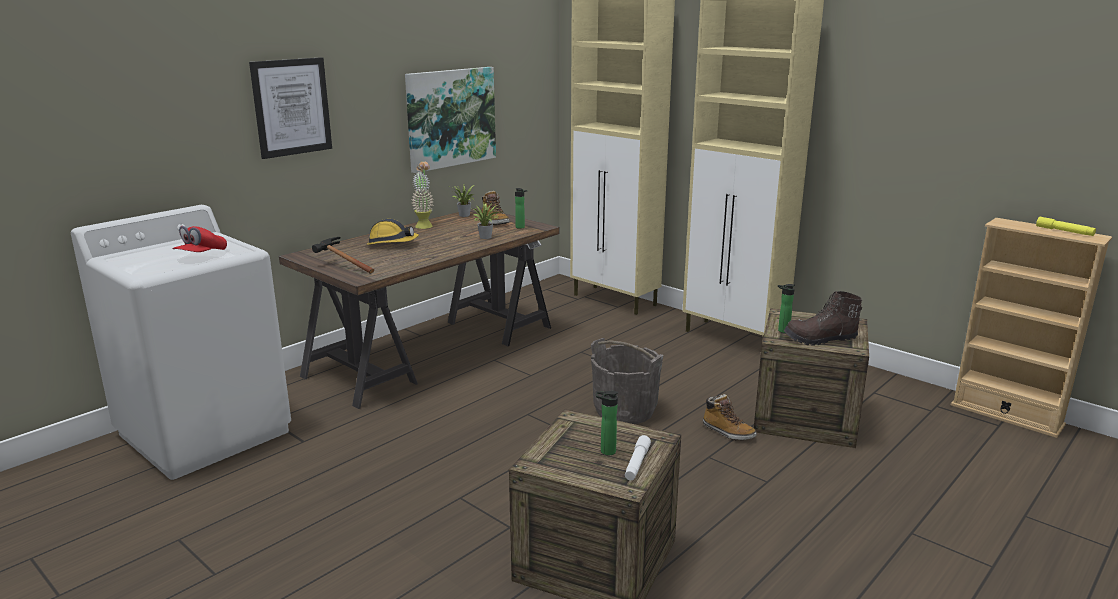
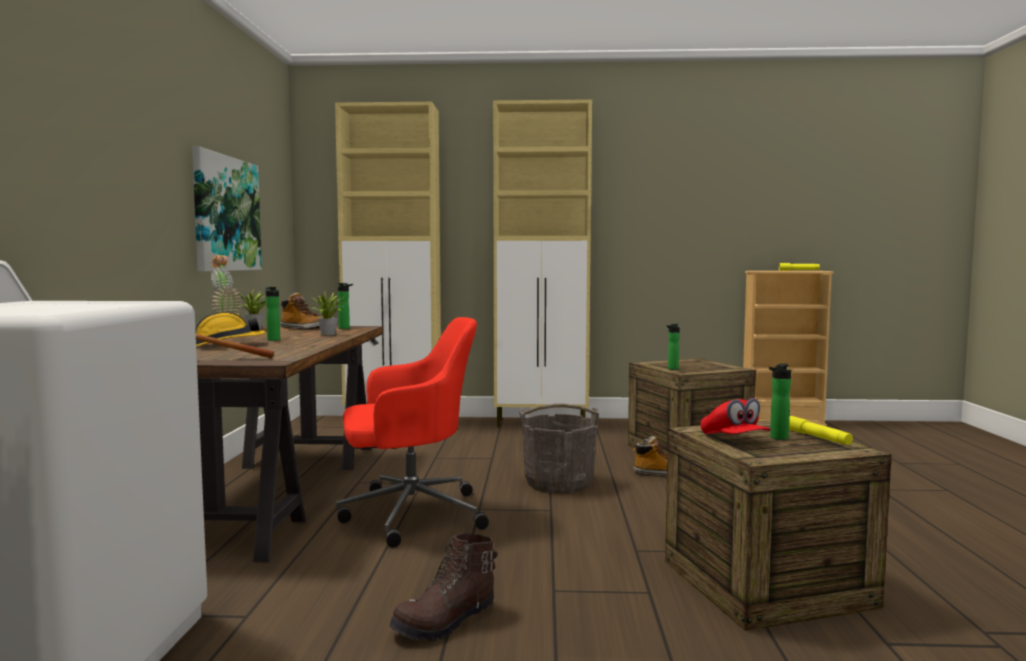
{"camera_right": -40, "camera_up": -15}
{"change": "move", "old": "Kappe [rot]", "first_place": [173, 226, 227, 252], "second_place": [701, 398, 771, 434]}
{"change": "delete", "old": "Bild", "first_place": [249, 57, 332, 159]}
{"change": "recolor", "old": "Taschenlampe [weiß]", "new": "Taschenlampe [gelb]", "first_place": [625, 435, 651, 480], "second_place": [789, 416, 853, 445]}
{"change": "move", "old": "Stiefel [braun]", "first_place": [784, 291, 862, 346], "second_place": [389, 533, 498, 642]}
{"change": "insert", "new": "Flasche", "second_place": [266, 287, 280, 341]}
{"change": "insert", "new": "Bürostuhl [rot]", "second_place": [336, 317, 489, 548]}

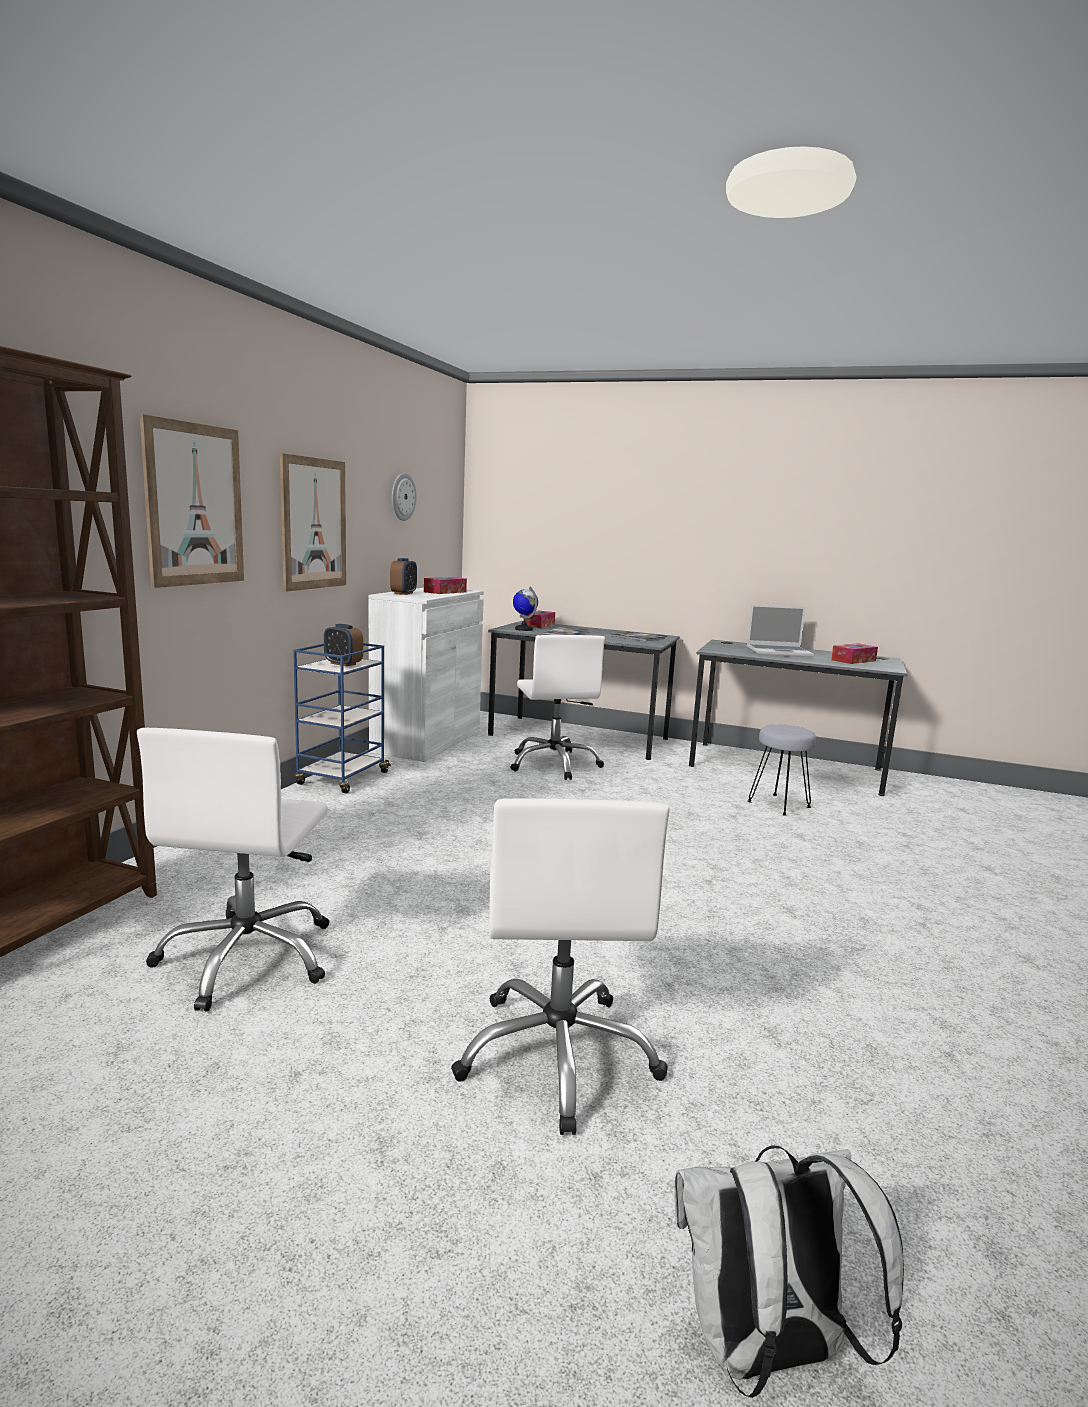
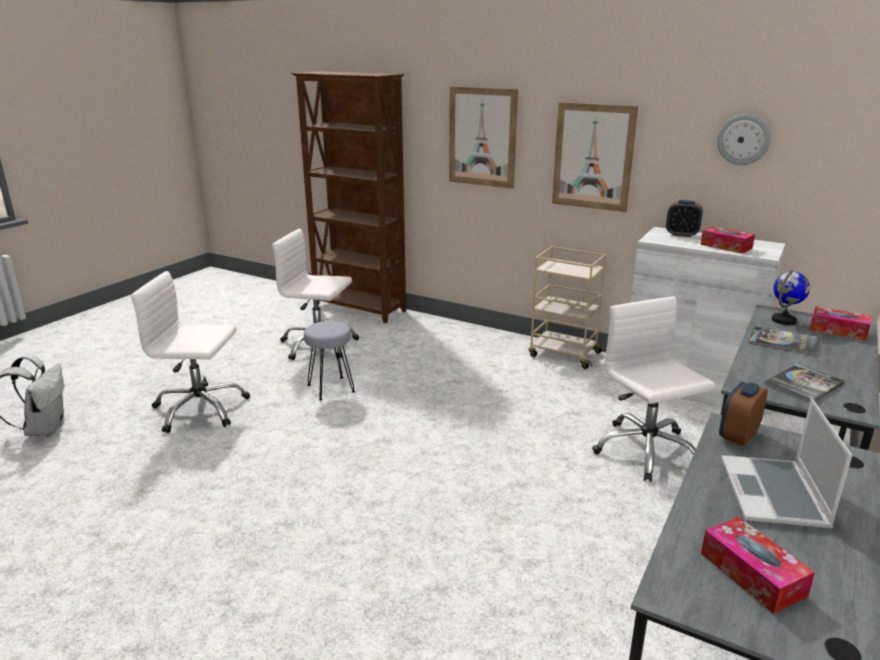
{"camera_right": 100, "camera_up": 10}
{"change": "recolor", "old": "Rollwagen [blau]", "new": "Rollwagen [beige]", "first_place": [293, 643, 391, 793], "second_place": [529, 246, 606, 369]}
{"change": "move", "old": "Wecker", "first_place": [324, 624, 363, 666], "second_place": [719, 382, 768, 446]}
{"change": "rotate", "old": "Bürostuhl [weiß]", "first_place": [510, 635, 605, 780], "second_place": [592, 296, 716, 482], "degrees": 75}
{"change": "move", "old": "Hocker [grau]", "first_place": [748, 724, 816, 816], "second_place": [304, 321, 355, 400]}

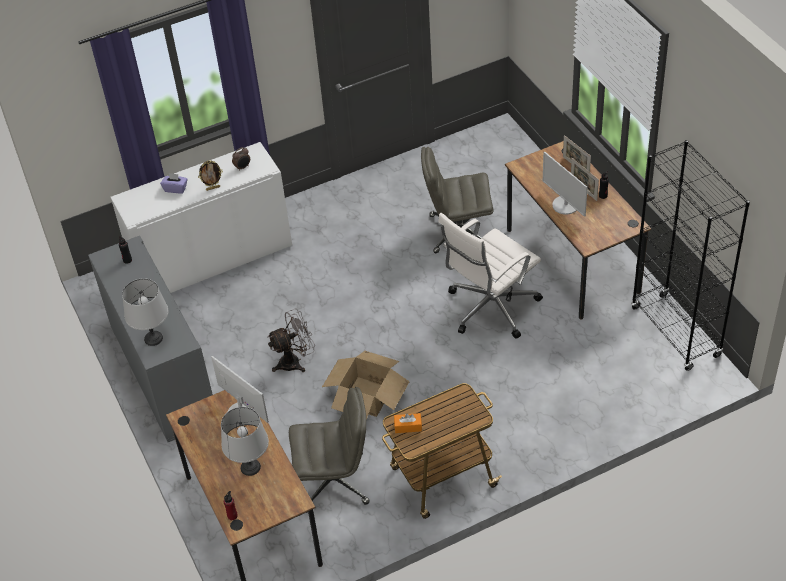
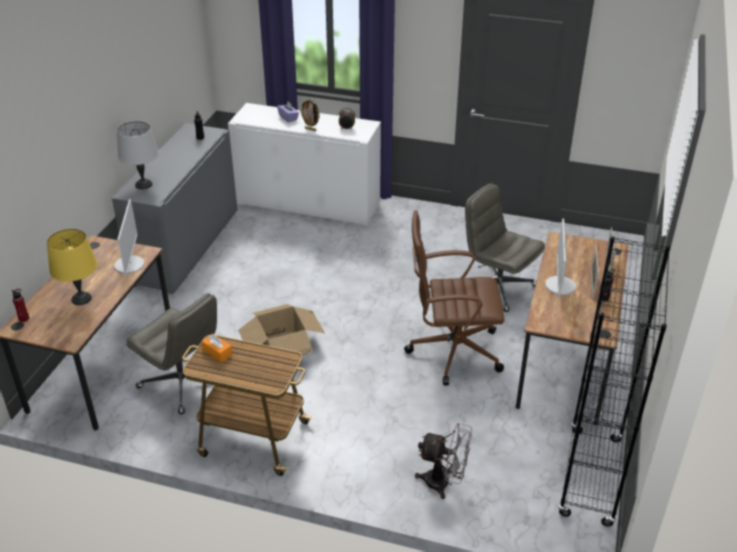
{"camera_right": 40, "camera_up": -10}
{"change": "recolor", "old": "Tischlampe [grau]", "new": "Tischlampe [gelb]", "first_place": [221, 407, 269, 476], "second_place": [47, 229, 97, 305]}
{"change": "move", "old": "Ventilator [grau]", "first_place": [268, 308, 315, 372], "second_place": [415, 423, 472, 499]}
{"change": "recolor", "old": "Bürostuhl [weiß]", "new": "Bürostuhl [braun]", "first_place": [439, 213, 543, 339], "second_place": [404, 210, 504, 385]}

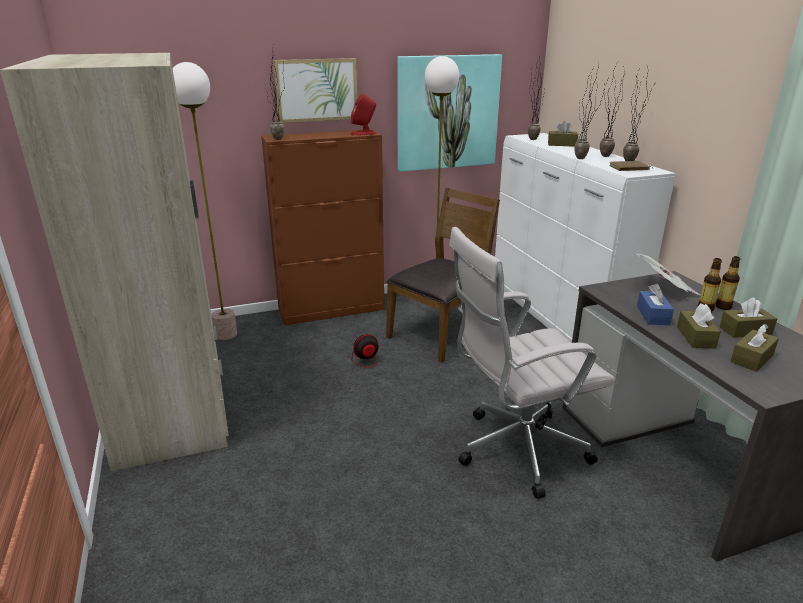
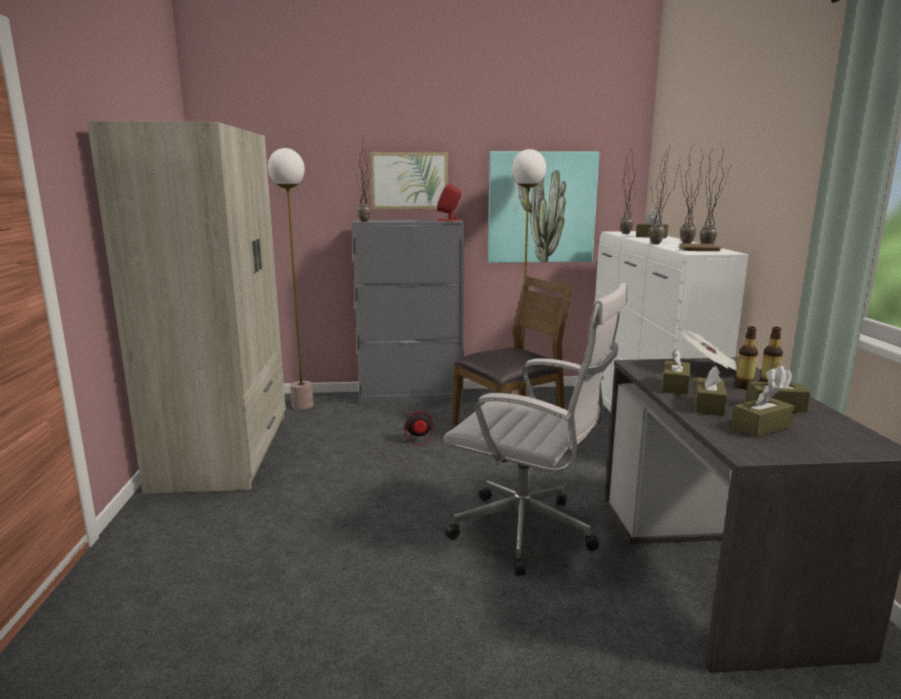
{"camera_right": 15, "camera_up": -10}
{"change": "recolor", "old": "Schrank [braun]", "new": "Schrank [grau]", "first_place": [261, 129, 384, 326], "second_place": [352, 220, 465, 404]}
{"change": "rotate", "old": "Bürostuhl [weiß]", "first_place": [449, 227, 615, 499], "second_place": [444, 283, 627, 576], "degrees": -150}
{"change": "recolor", "old": "Taschentuchbox [blau]", "new": "Taschentuchbox [braun]", "first_place": [637, 284, 674, 325], "second_place": [662, 349, 690, 395]}

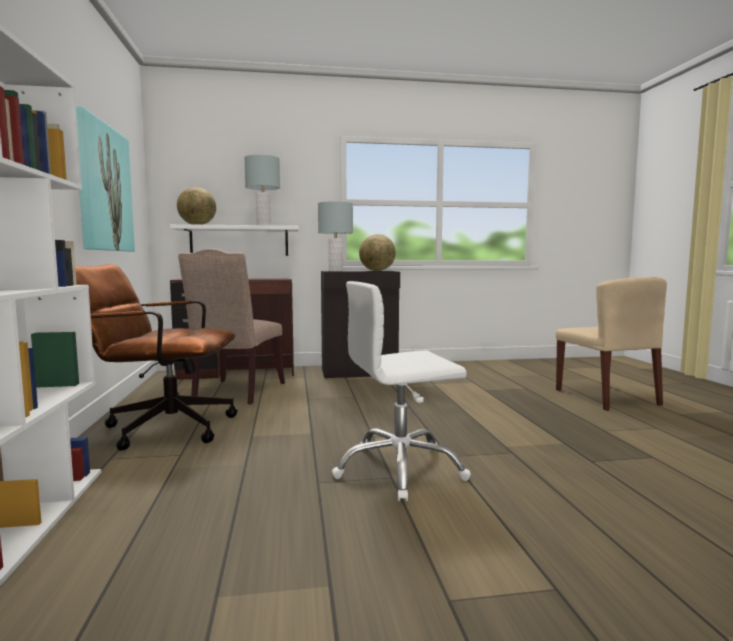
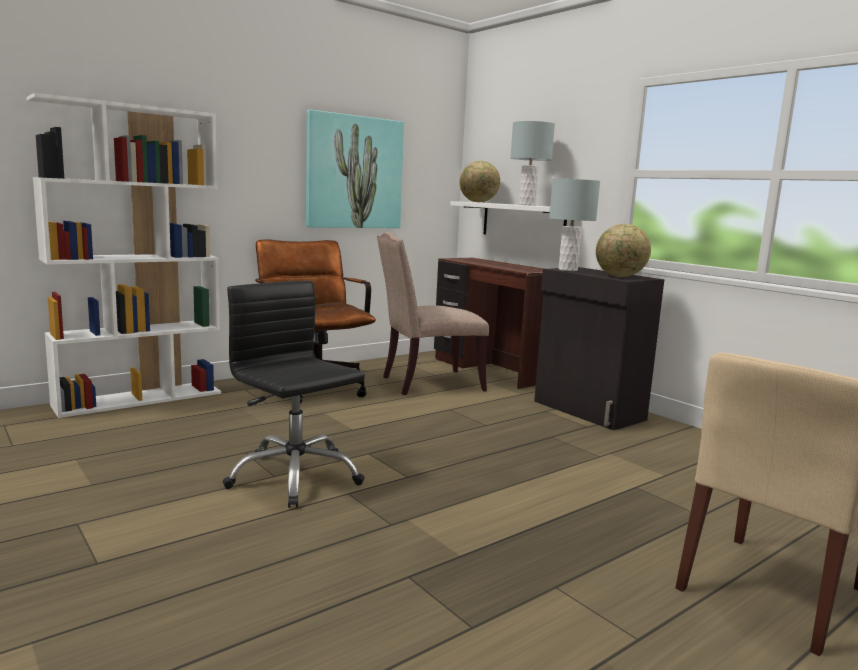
{"camera_right": 60, "camera_up": 5}
{"change": "recolor", "old": "Bürostuhl [weiß]", "new": "Bürostuhl [schwarz]", "first_place": [332, 281, 471, 502], "second_place": [223, 281, 365, 508]}

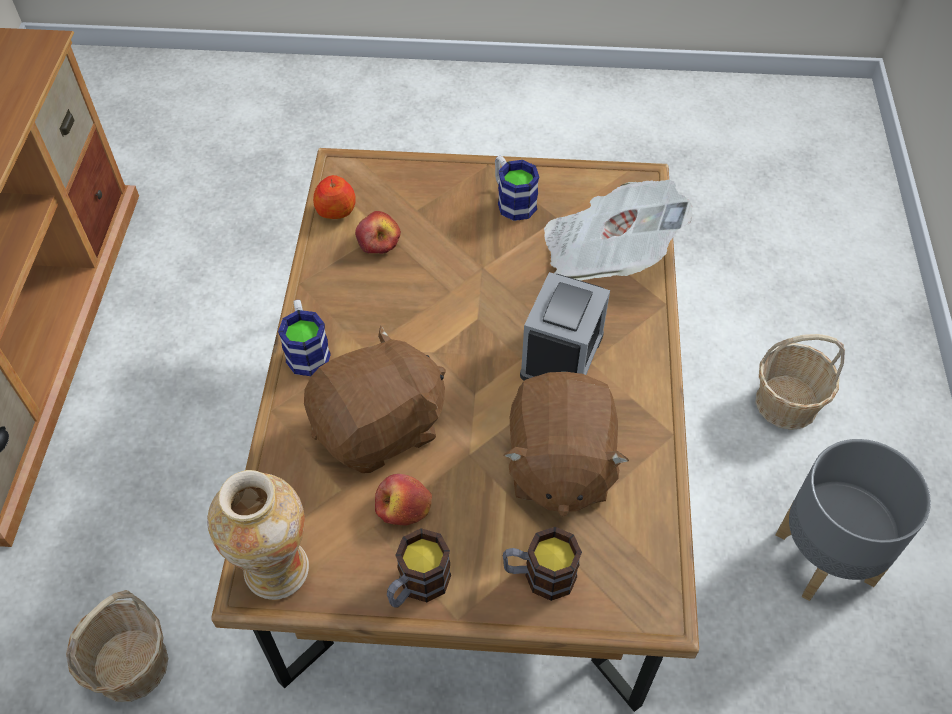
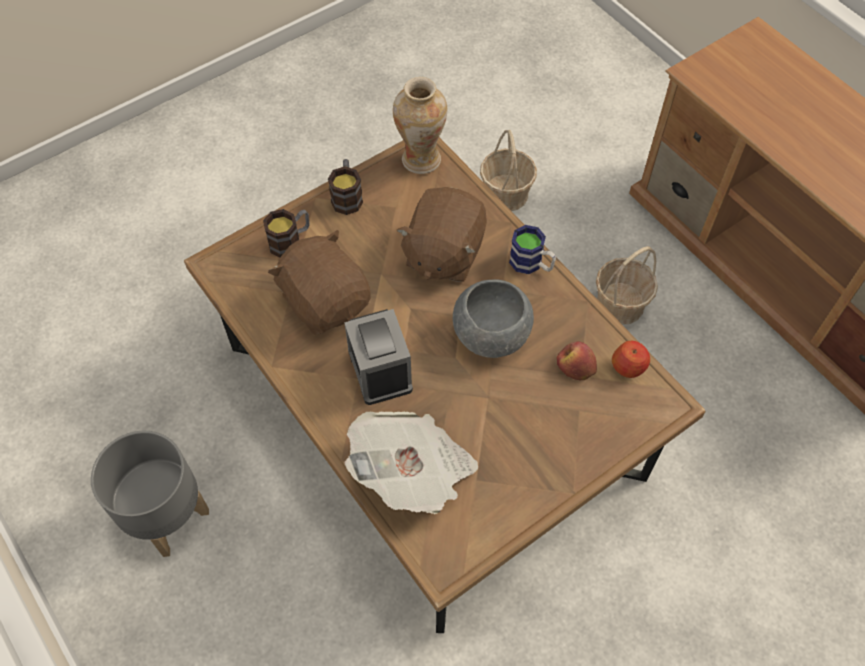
{"camera_right": 140, "camera_up": 5}
{"change": "delete", "old": "Apfel", "first_place": [375, 474, 432, 526]}
{"change": "delete", "old": "Henkelbecher", "first_place": [495, 156, 539, 221]}
{"change": "move", "old": "Korb", "first_place": [755, 334, 845, 430], "second_place": [596, 246, 658, 325]}
{"change": "insert", "new": "Schüssel [grau]", "second_place": [453, 279, 534, 358]}

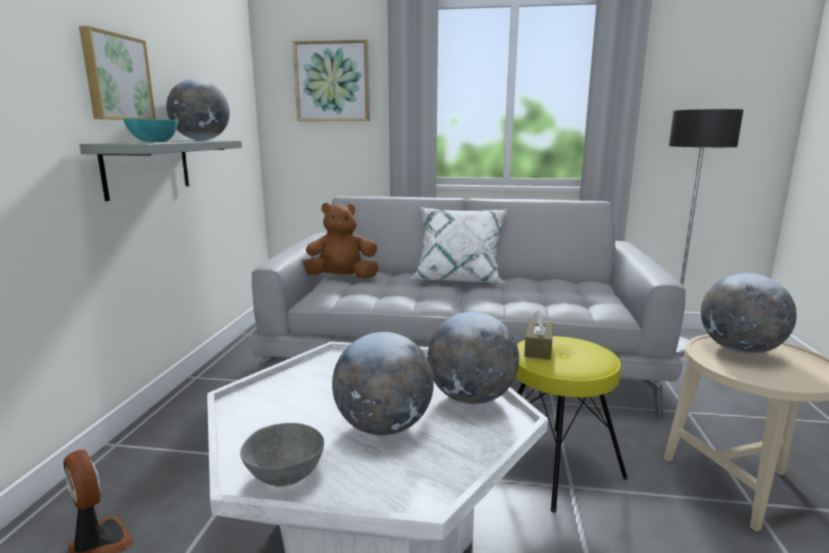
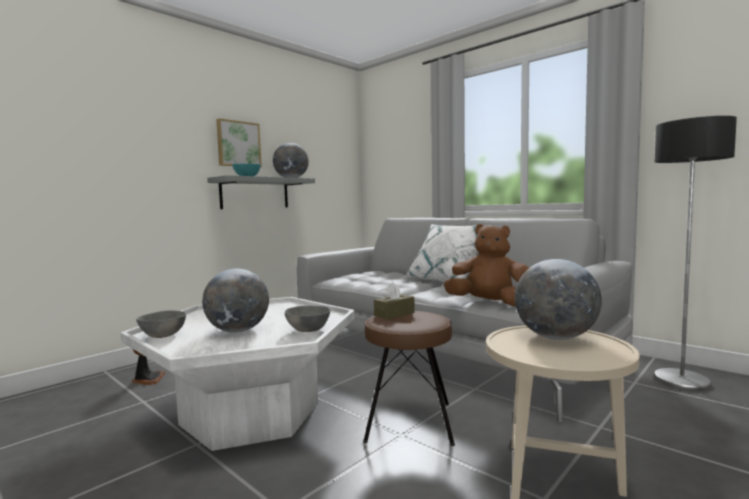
{"camera_right": 35, "camera_up": -10}
{"change": "delete", "old": "Bild", "first_place": [293, 39, 370, 121]}
{"change": "move", "old": "Plüschtier [braun]", "first_place": [303, 203, 379, 279], "second_place": [443, 224, 529, 306]}
{"change": "replace", "old": "Globus", "new": "Schüssel [grau]", "first_place": [427, 312, 519, 404], "second_place": [285, 306, 330, 332]}
{"change": "recolor", "old": "Hocker [gelb]", "new": "Hocker [braun]", "first_place": [516, 336, 628, 513], "second_place": [363, 311, 455, 446]}

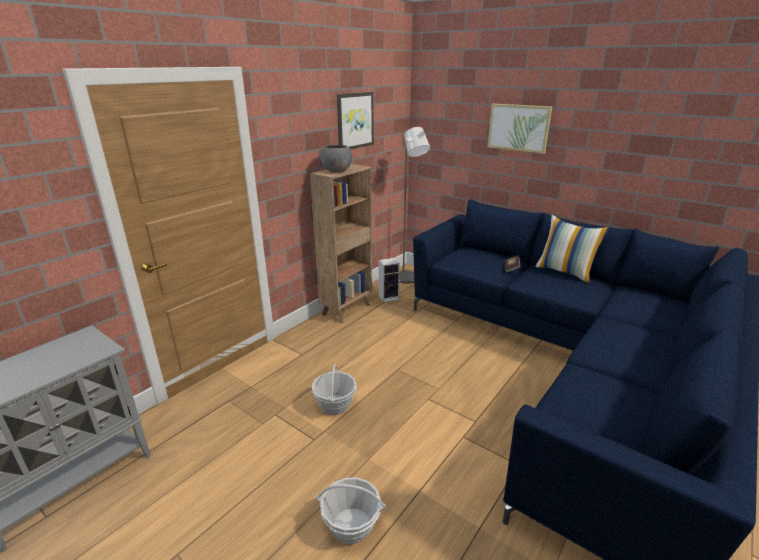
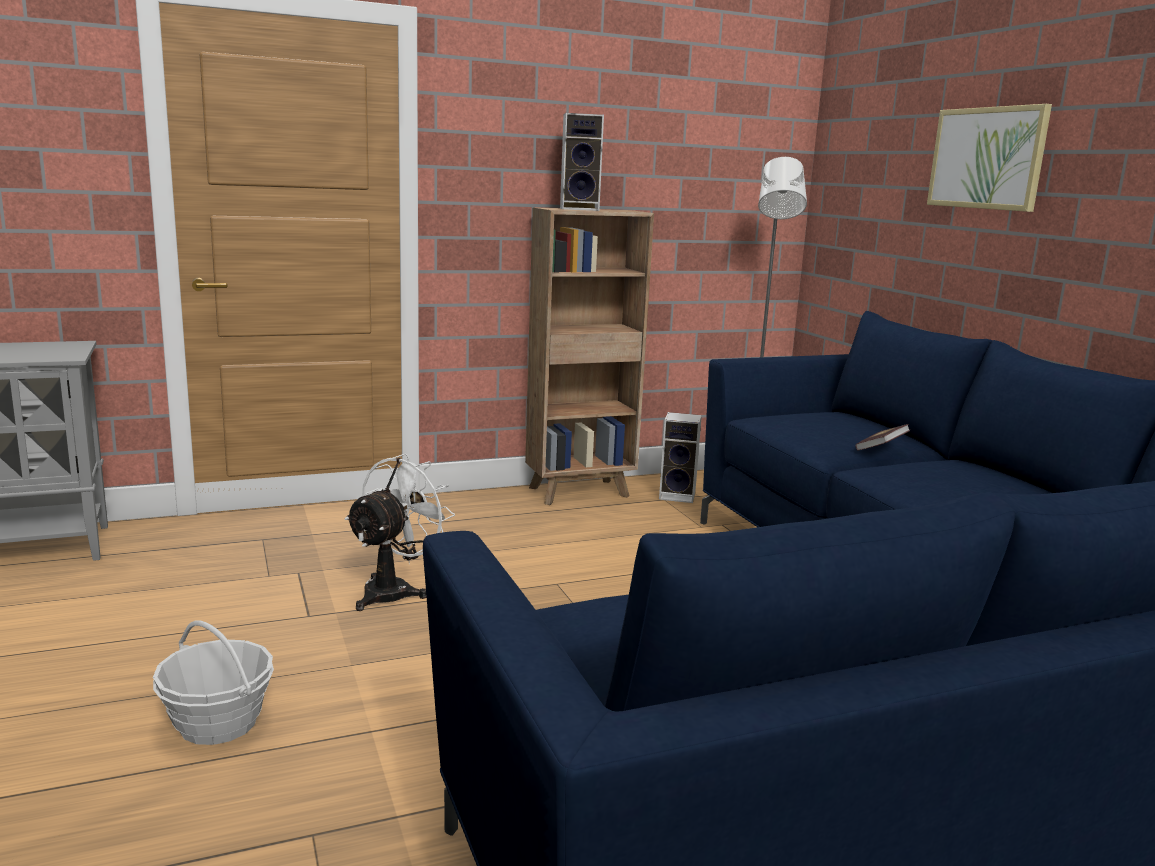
{"camera_right": 30, "camera_up": -10}
{"change": "replace", "old": "Korb", "new": "Ventilator [weiß]", "first_place": [312, 365, 357, 415], "second_place": [344, 453, 455, 611]}
{"change": "replace", "old": "Schüssel [grau]", "new": "Lautsprecher", "first_place": [320, 145, 352, 173], "second_place": [560, 113, 604, 211]}
{"change": "delete", "old": "Bild", "first_place": [337, 92, 374, 150]}
{"change": "delete", "old": "Kissen", "first_place": [535, 215, 609, 283]}

